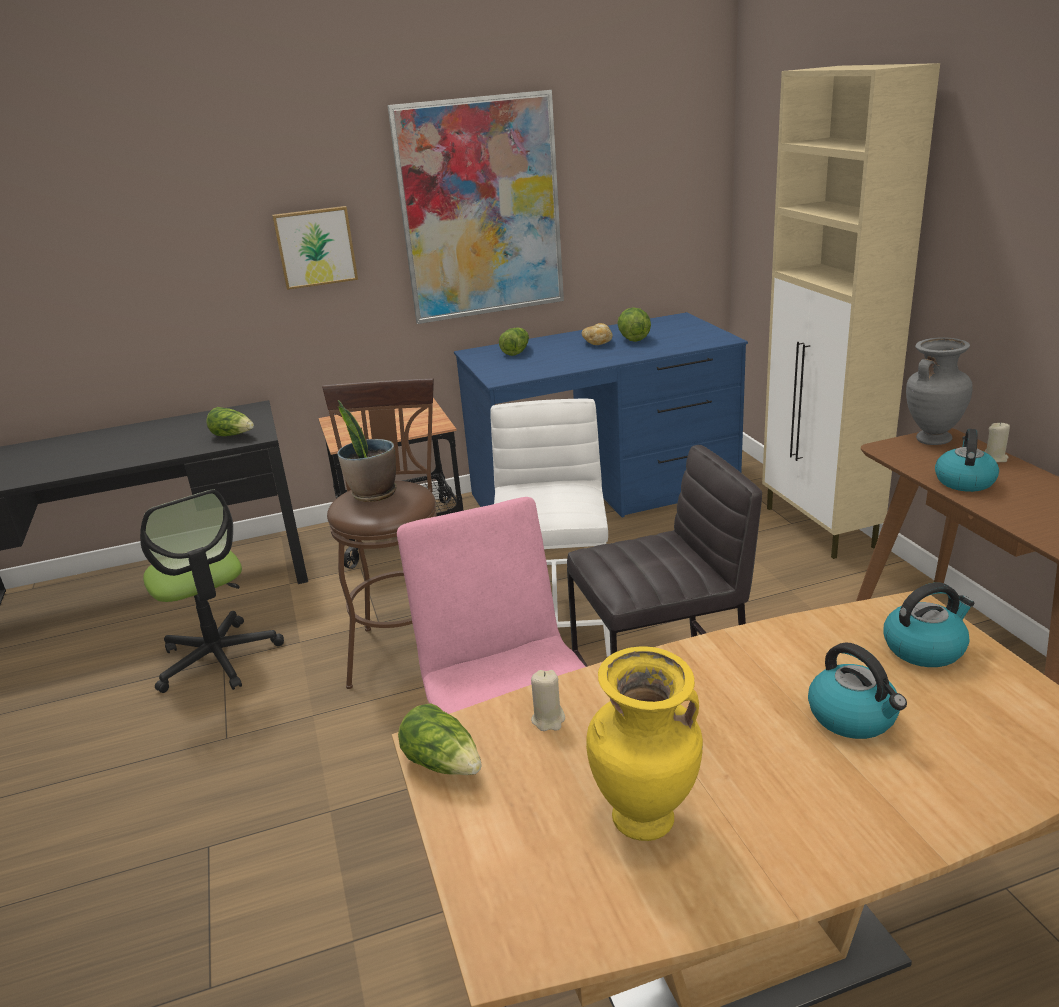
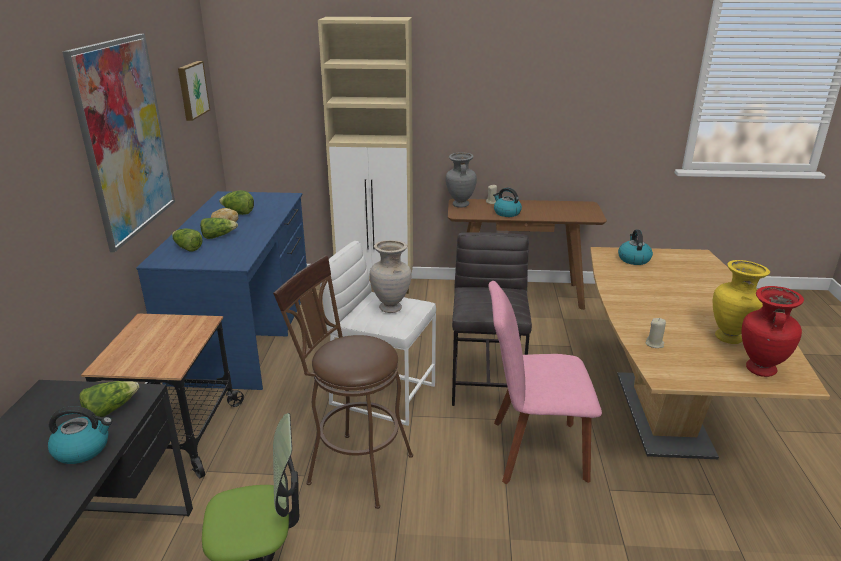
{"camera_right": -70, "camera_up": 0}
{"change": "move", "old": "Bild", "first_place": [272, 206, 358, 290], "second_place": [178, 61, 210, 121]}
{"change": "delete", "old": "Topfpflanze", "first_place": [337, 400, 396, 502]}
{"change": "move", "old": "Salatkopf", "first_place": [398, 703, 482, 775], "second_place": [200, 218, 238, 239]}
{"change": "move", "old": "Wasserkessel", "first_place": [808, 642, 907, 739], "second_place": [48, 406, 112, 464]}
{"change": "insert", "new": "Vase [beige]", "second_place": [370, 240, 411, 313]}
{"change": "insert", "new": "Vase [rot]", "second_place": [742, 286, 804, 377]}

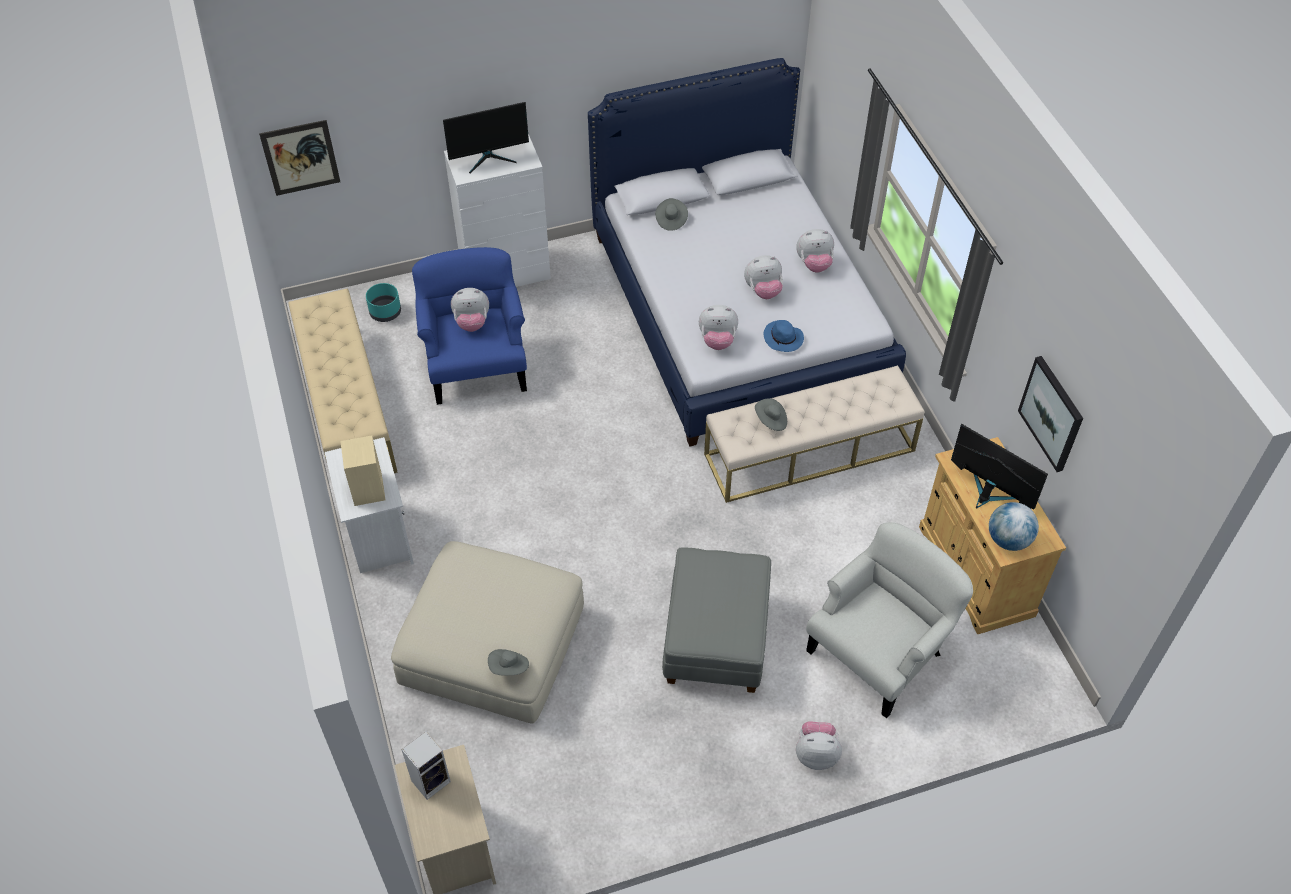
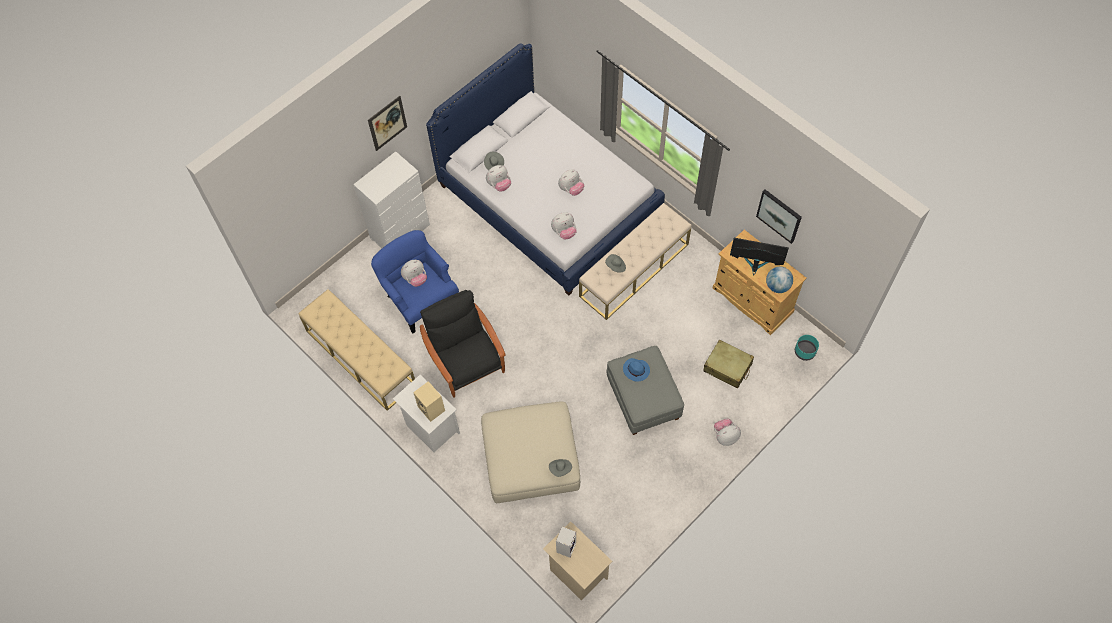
{"camera_right": -25, "camera_up": 10}
{"change": "move", "old": "Bild", "first_place": [259, 120, 340, 196], "second_place": [368, 96, 407, 151]}
{"change": "move", "old": "Pflanzkübel [türkis]", "first_place": [366, 283, 401, 322], "second_place": [795, 335, 819, 361]}
{"change": "delete", "old": "Monitor", "first_place": [443, 102, 529, 173]}
{"change": "move", "old": "Hut [blau]", "first_place": [764, 320, 804, 352], "second_place": [623, 358, 650, 381]}
{"change": "move", "old": "Plüschtier", "first_place": [796, 229, 834, 273], "second_place": [486, 165, 511, 192]}
{"change": "replace", "old": "Sessel [weiß]", "new": "Koffer [beige]", "first_place": [806, 522, 973, 718], "second_place": [703, 340, 754, 389]}
{"change": "insert", "new": "Sessel [schwarz]", "second_place": [420, 290, 506, 398]}

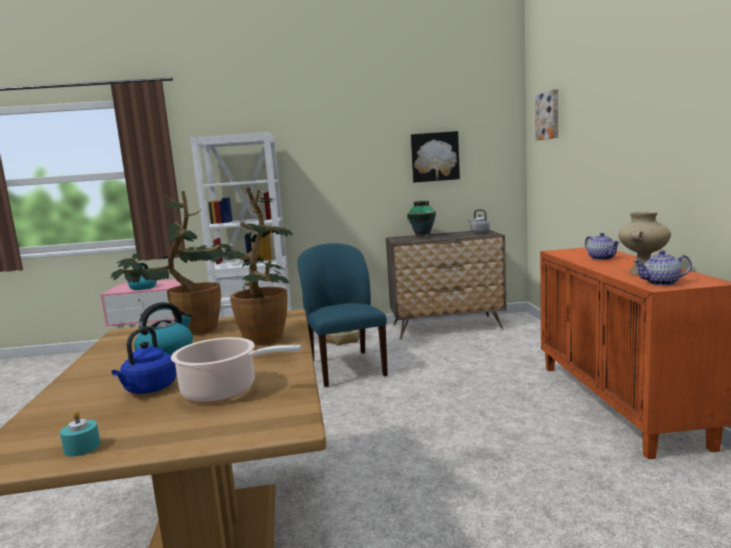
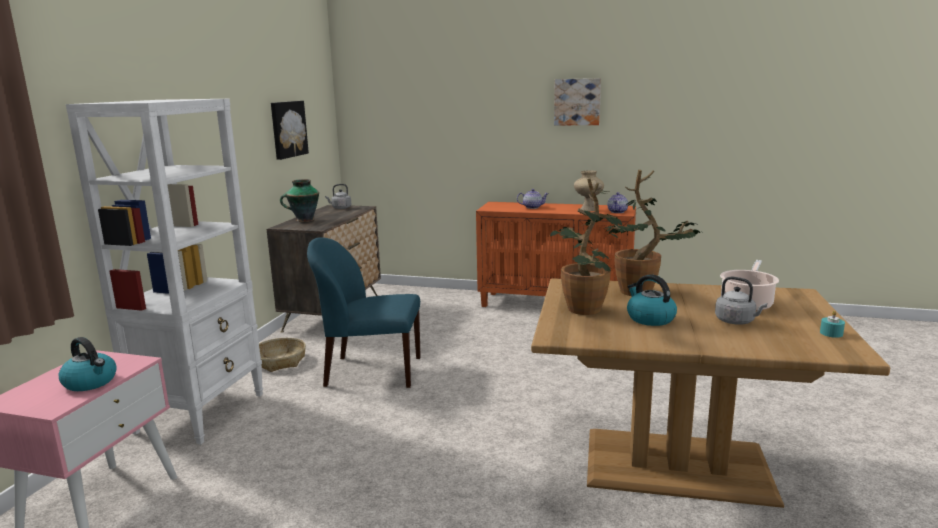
{"camera_right": -70, "camera_up": 5}
{"change": "recolor", "old": "Wasserkessel [blau]", "new": "Wasserkessel [grau]", "first_place": [112, 326, 176, 394], "second_place": [715, 276, 767, 325]}
{"change": "move", "old": "Bild", "first_place": [535, 89, 558, 140], "second_place": [554, 78, 601, 125]}

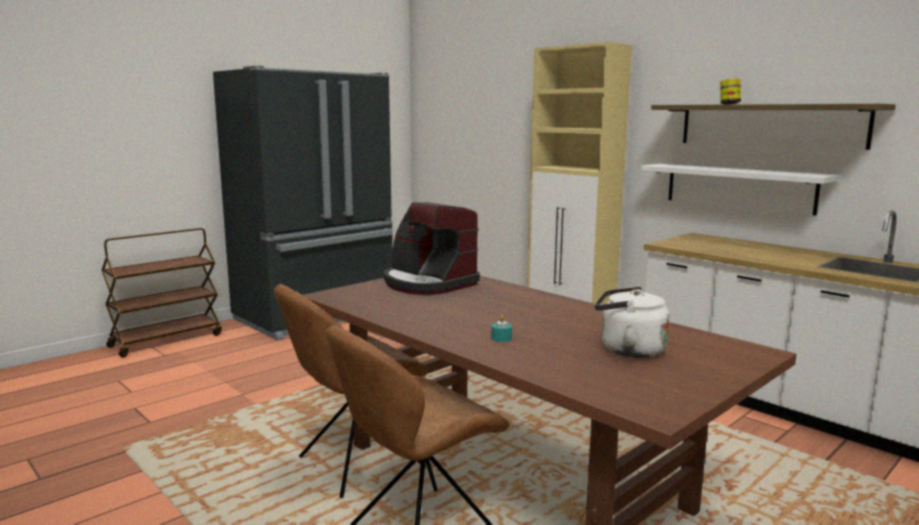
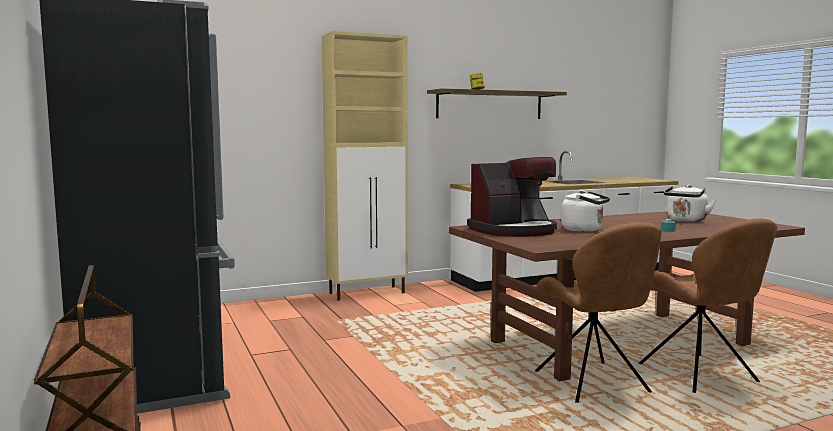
{"camera_right": -70, "camera_up": -5}
{"change": "delete", "old": "Wandregal [weiß]", "first_place": [640, 164, 839, 215]}
{"change": "insert", "new": "Wasserkessel [weiß]", "second_place": [561, 190, 610, 232]}

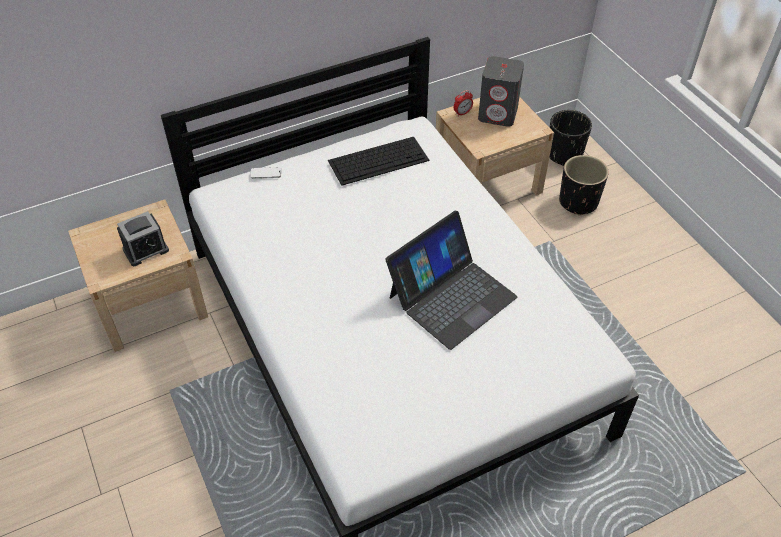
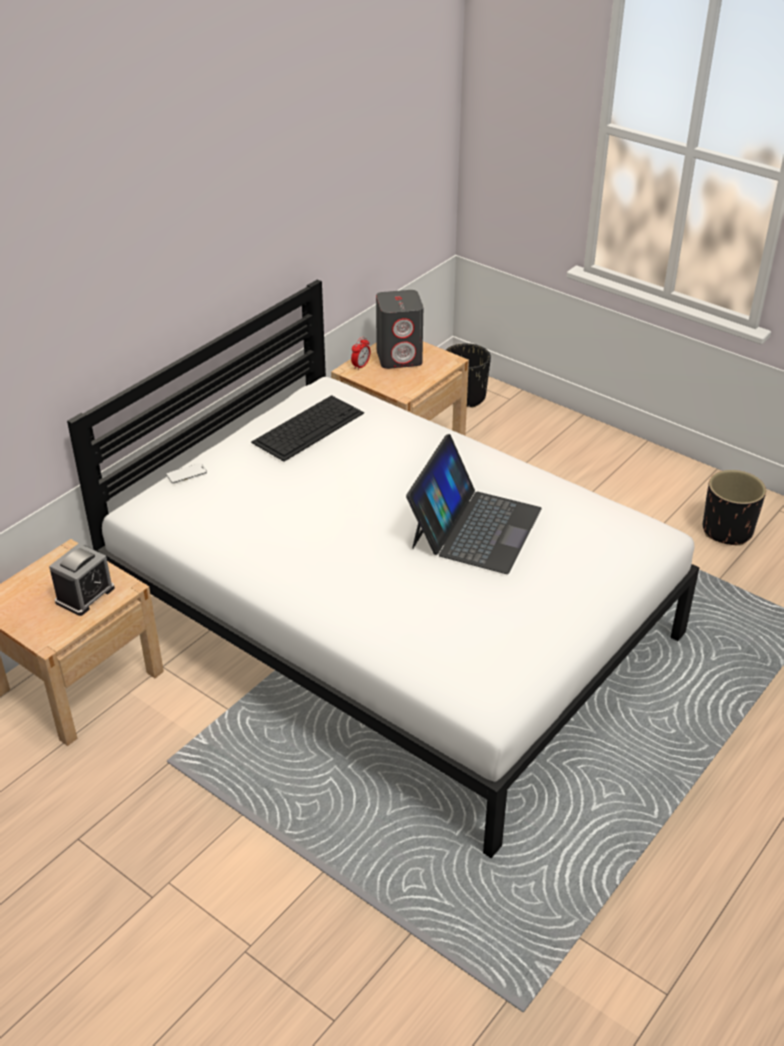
{"camera_right": -25, "camera_up": -10}
{"change": "move", "old": "Pflanzkübel [schwarz]", "first_place": [559, 155, 609, 216], "second_place": [703, 470, 766, 546]}

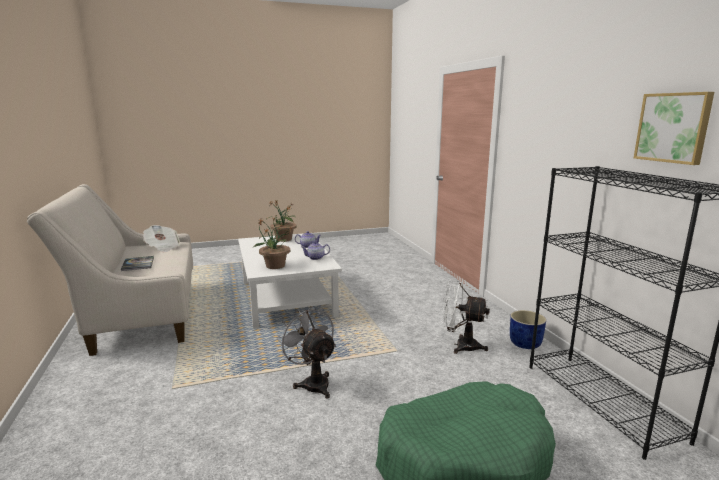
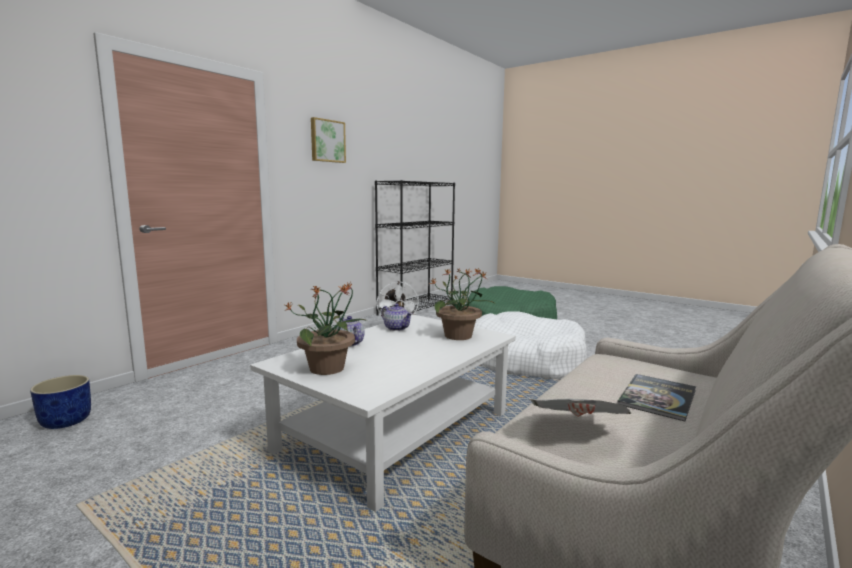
{"camera_right": -125, "camera_up": -5}
{"change": "replace", "old": "Ventilator [grau]", "new": "Hundebett [weiß]", "first_place": [277, 306, 336, 398], "second_place": [474, 312, 587, 379]}
{"change": "move", "old": "Pflanzkübel [blau]", "first_place": [510, 310, 546, 349], "second_place": [30, 375, 91, 429]}
{"change": "move", "old": "Bild", "first_place": [634, 92, 714, 165], "second_place": [311, 117, 346, 163]}

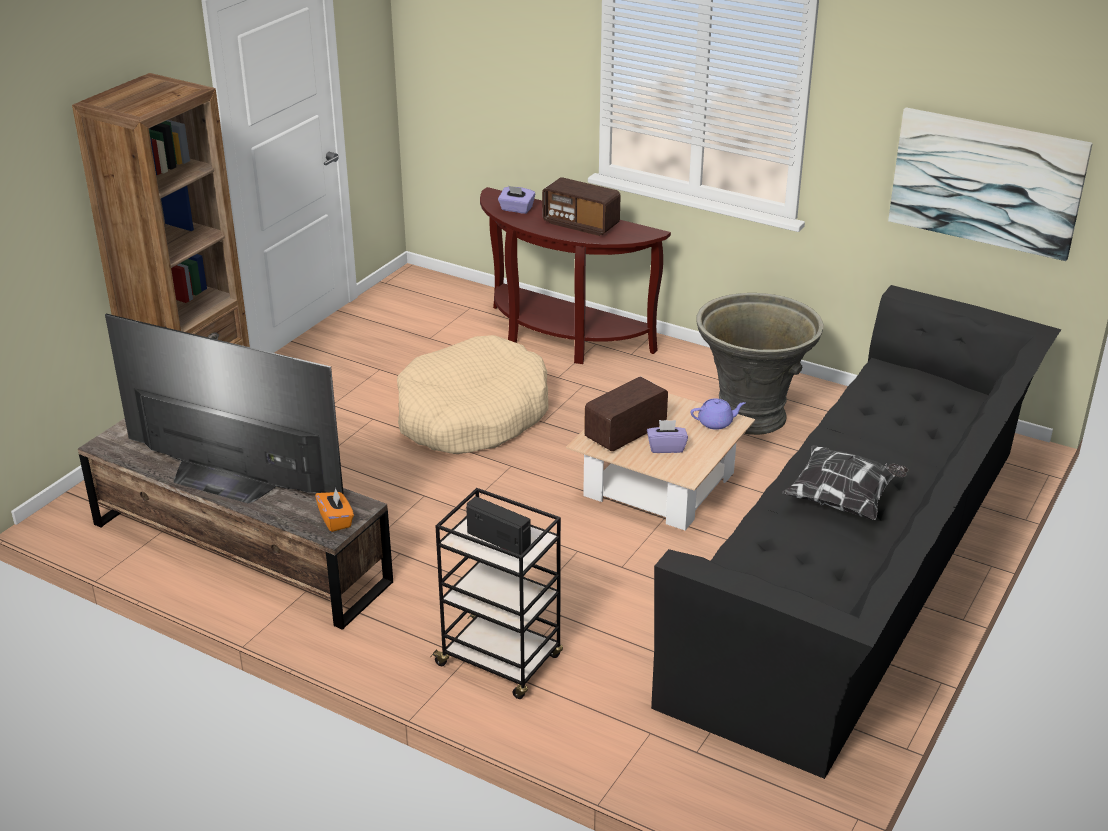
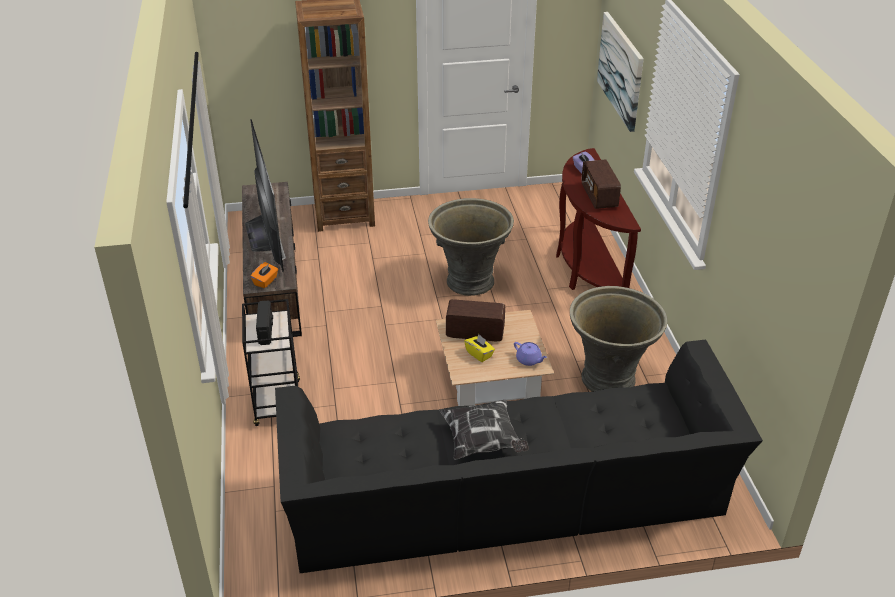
{"camera_right": 50, "camera_up": 5}
{"change": "replace", "old": "Hundebett [beige]", "new": "Pflanzkübel [grau]", "first_place": [397, 335, 548, 454], "second_place": [428, 198, 514, 296]}
{"change": "recolor", "old": "Taschentuchbox [lila]", "new": "Taschentuchbox [gelb]", "first_place": [647, 420, 688, 453], "second_place": [464, 334, 495, 362]}
{"change": "move", "old": "Bild", "first_place": [888, 108, 1093, 261], "second_place": [597, 12, 644, 132]}

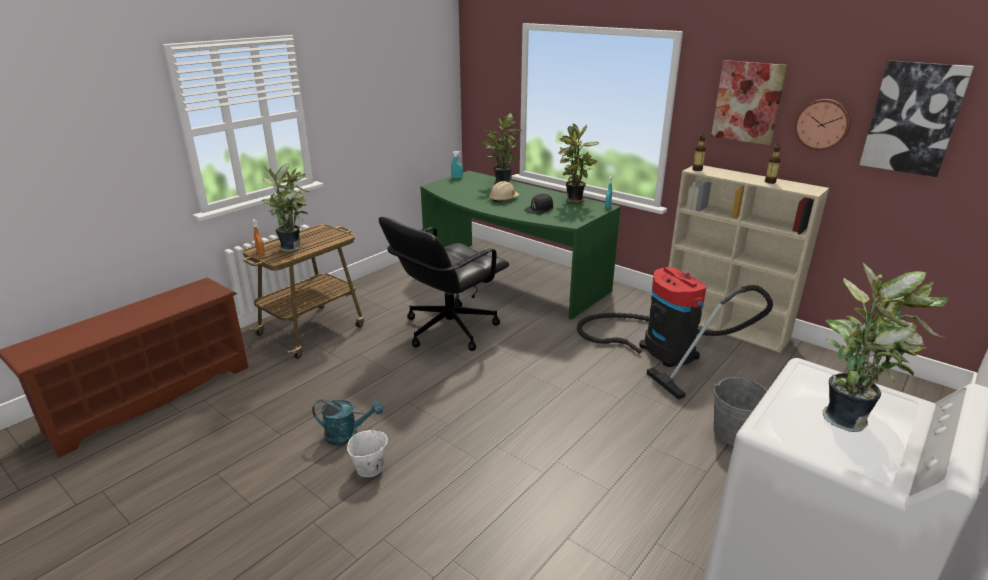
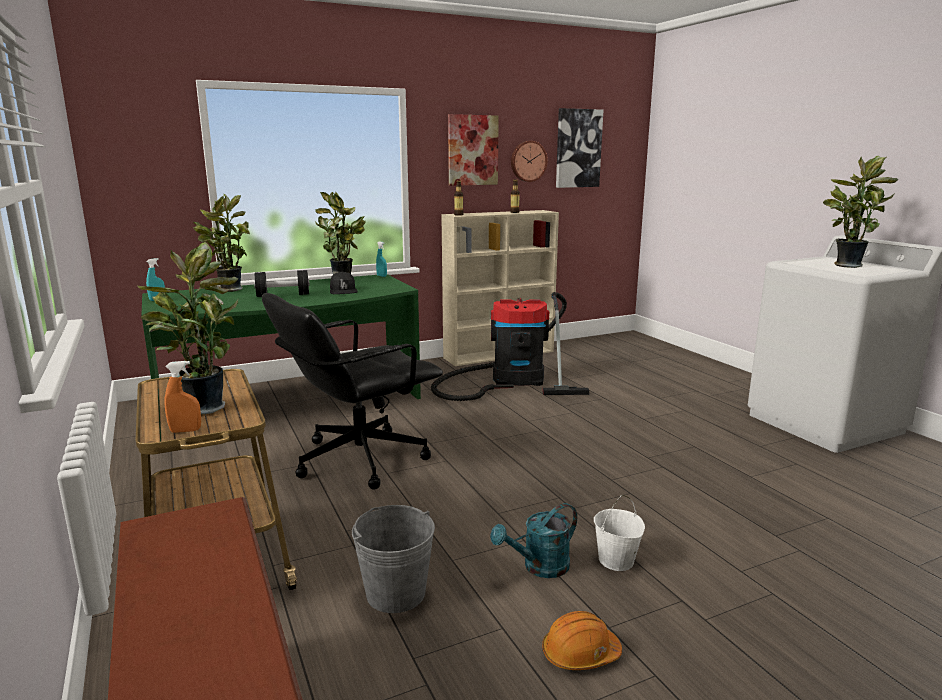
{"camera_right": -65, "camera_up": -10}
{"change": "rotate", "old": "Gießkanne [türkis]", "first_place": [312, 400, 383, 445], "second_place": [490, 503, 577, 578], "degrees": -150}
{"change": "rotate", "old": "Bürostuhl [schwarz]", "first_place": [379, 217, 509, 351], "second_place": [262, 293, 443, 490], "degrees": 75}
{"change": "replace", "old": "Schutzhelm [beige]", "new": "Hantel [schwarz]", "first_place": [489, 181, 519, 202], "second_place": [254, 270, 310, 297]}
{"change": "move", "old": "Eimer [grau]", "first_place": [714, 377, 767, 446], "second_place": [352, 505, 435, 613]}
{"change": "insert", "new": "Schutzhelm [orange]", "second_place": [542, 611, 622, 670]}

